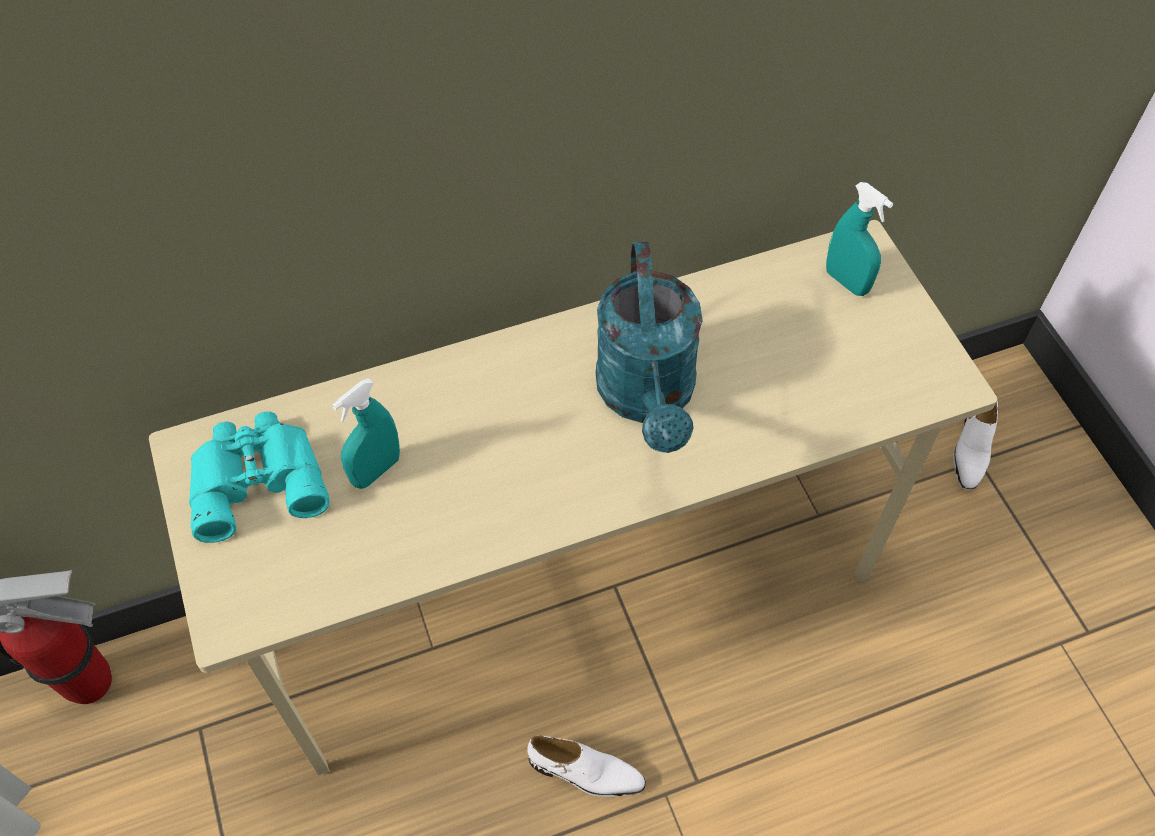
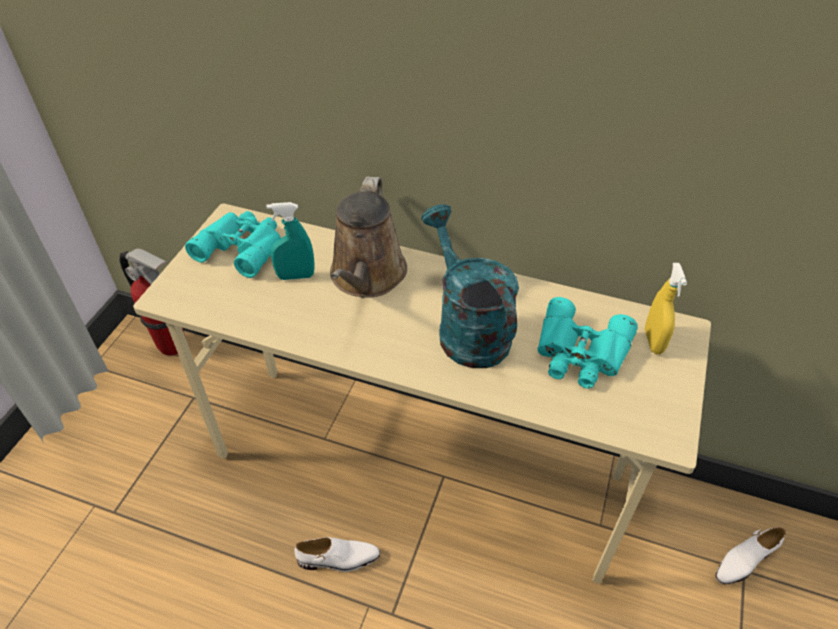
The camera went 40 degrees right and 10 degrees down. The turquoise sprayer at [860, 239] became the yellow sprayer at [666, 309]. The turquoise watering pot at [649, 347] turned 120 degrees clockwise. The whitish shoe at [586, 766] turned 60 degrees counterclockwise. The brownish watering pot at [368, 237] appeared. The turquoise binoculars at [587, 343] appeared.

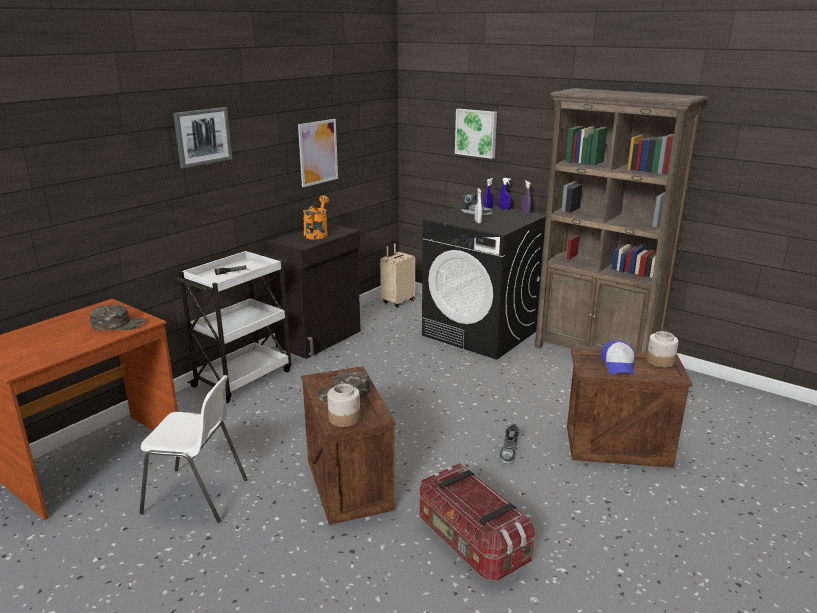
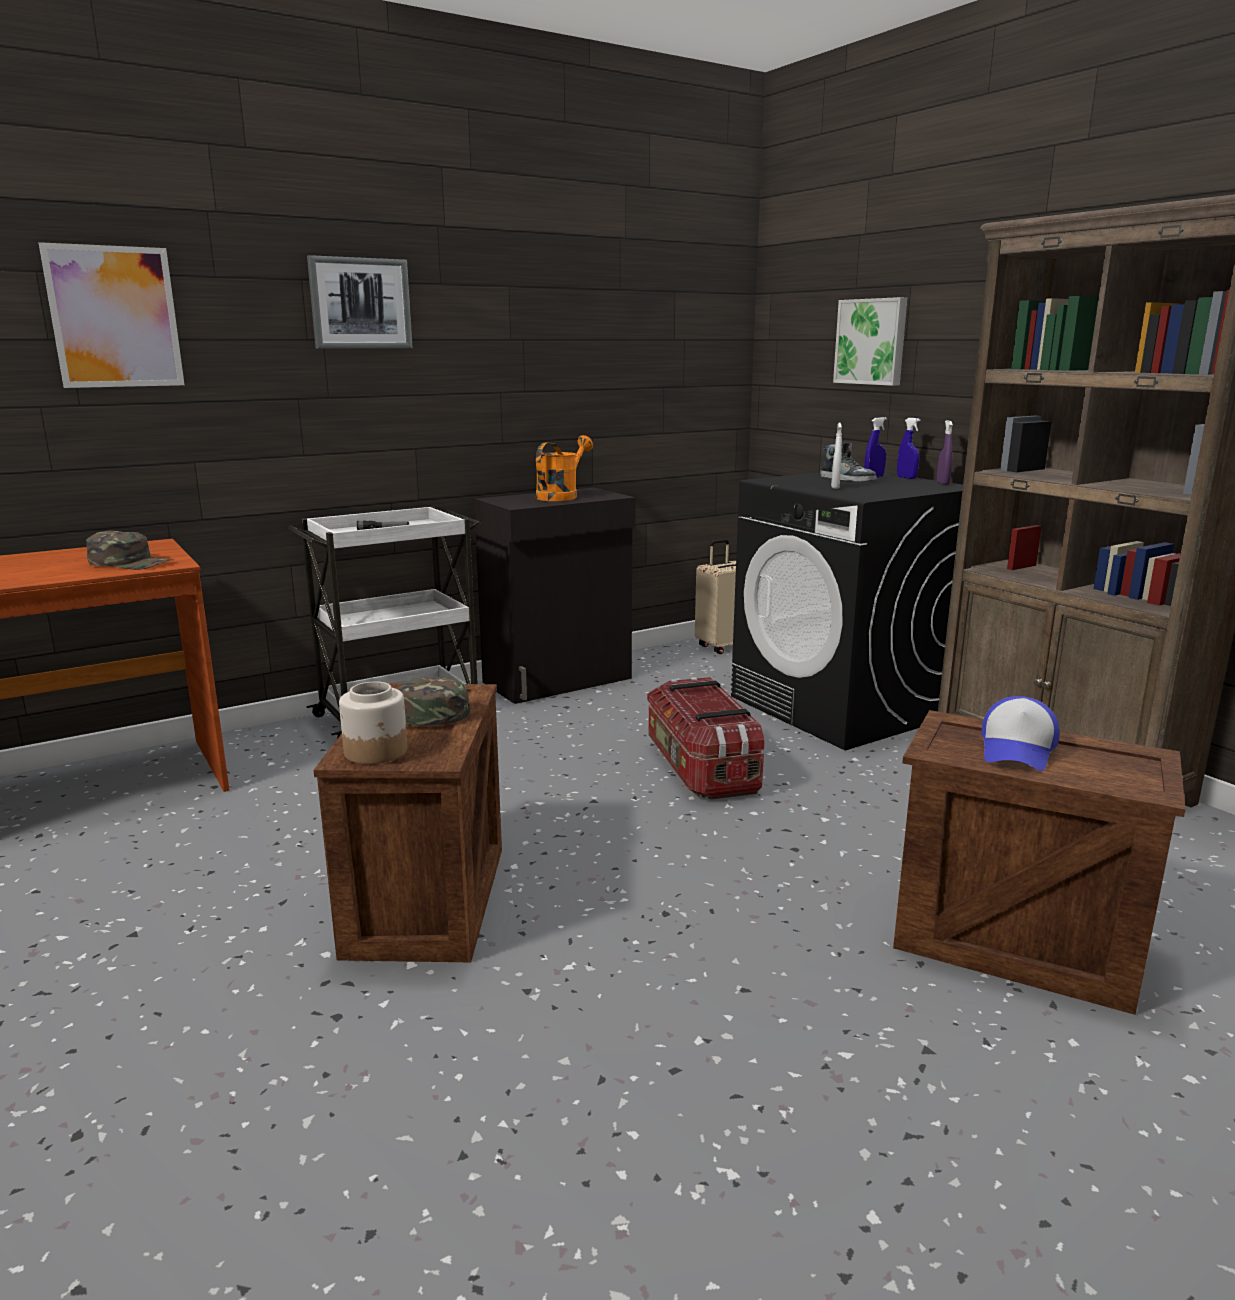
The camera went 20 degrees right and 5 degrees down. The wall art moved from [318, 153] to [112, 315]. The jar at [662, 349] disappeared. The whitish chair at [193, 449] disappeared. The shoe at [509, 444] disappeared. The storage container moved from [477, 522] to [706, 738].

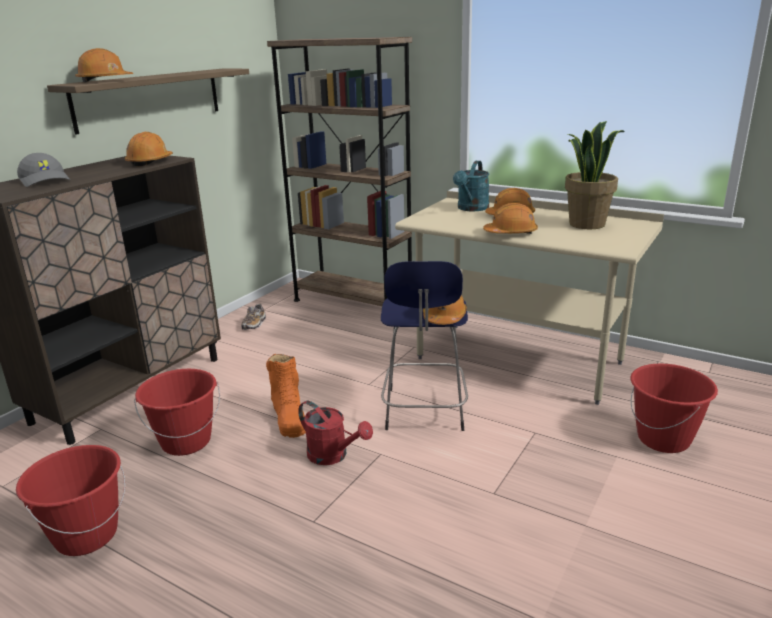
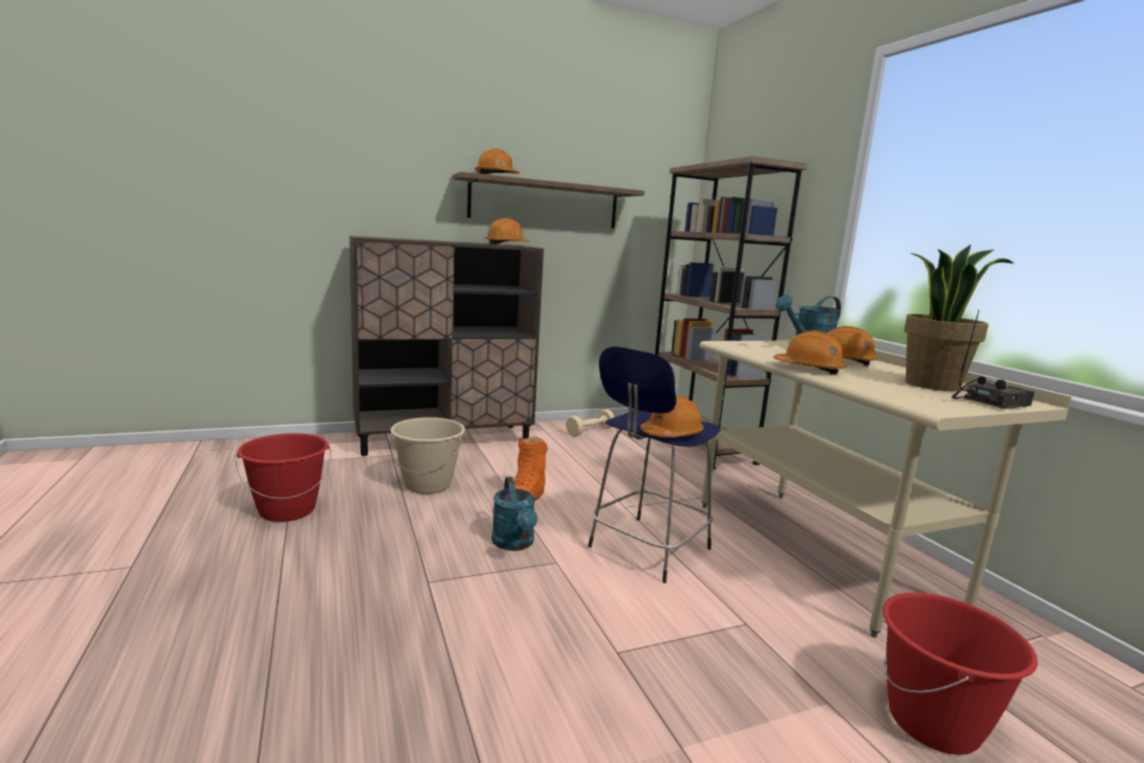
The camera went 35 degrees right and 10 degrees down. The greyish cap at [43, 170] disappeared. The shoe at [253, 316] was replaced by the sand-coloured hand weight at [590, 422]. The reddish pail at [177, 412] became the sand-coloured pail at [427, 455]. The reddish watering pot at [335, 433] became the turquoise watering pot at [515, 514]. The radio at [993, 359] appeared.

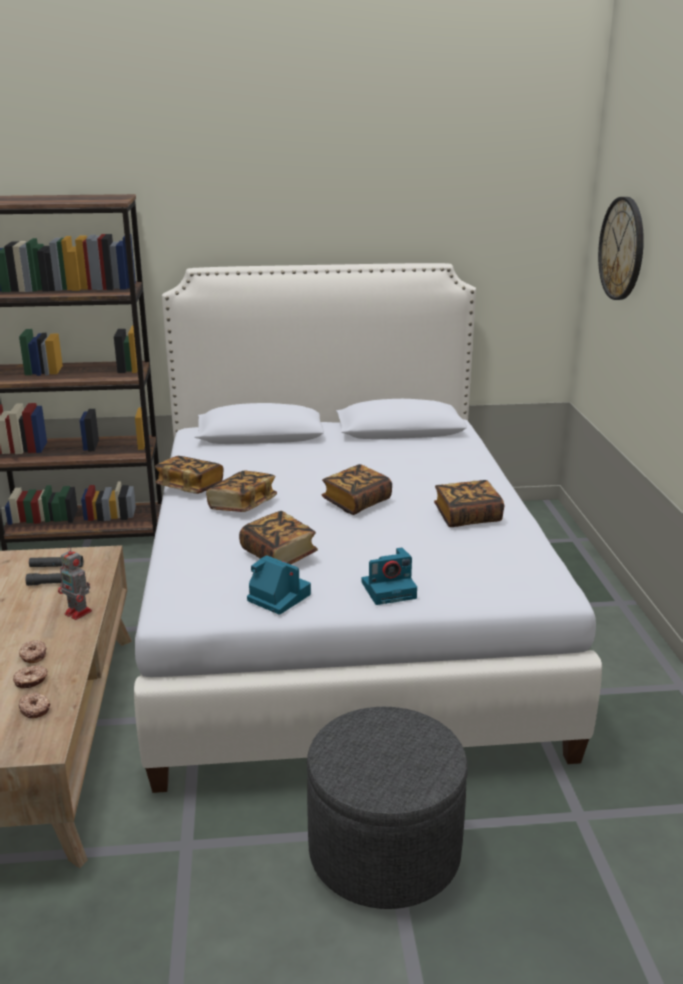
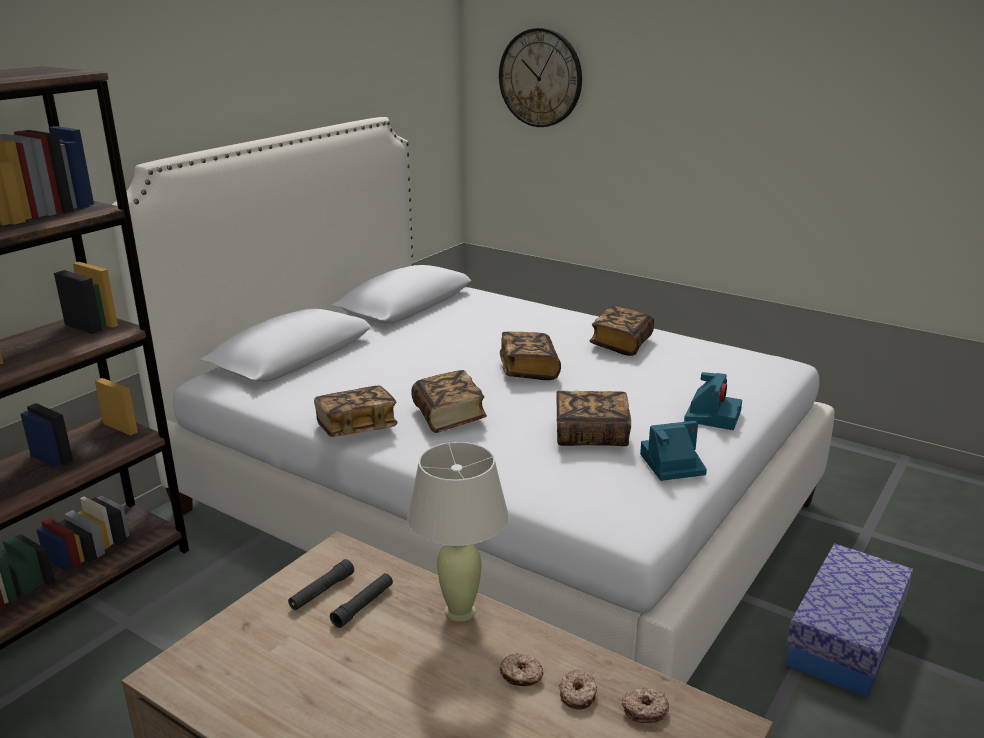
The camera went 50 degrees left and 0 degrees up. The toy robot at [75, 583] was replaced by the sand-coloured lamp for a table at [458, 532]. The greyish ottoman at [387, 808] was replaced by the storage container at [849, 620].

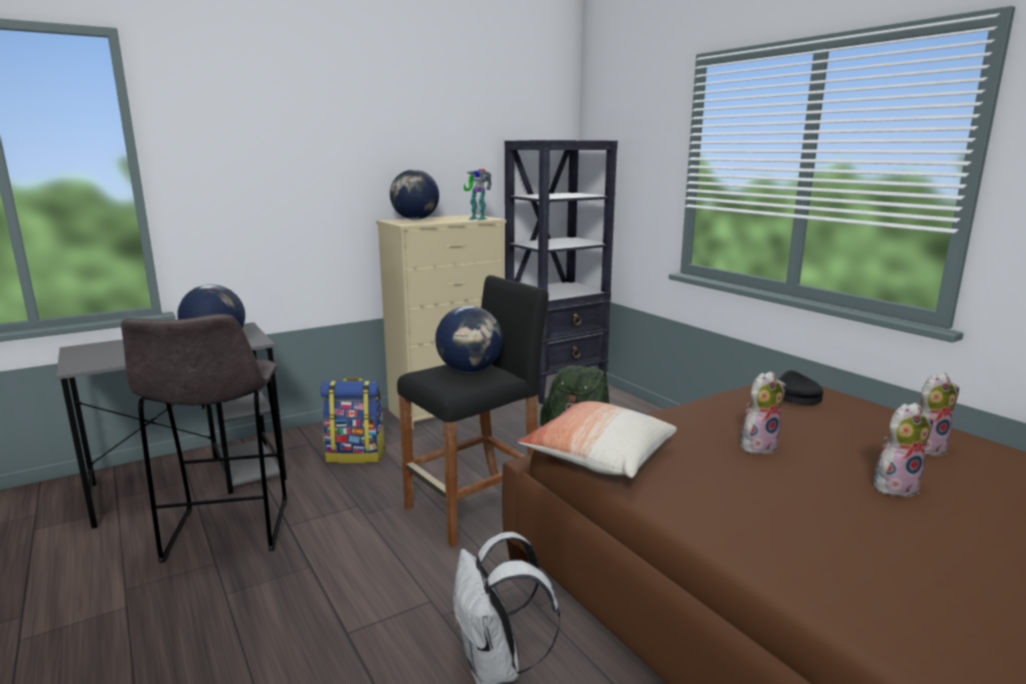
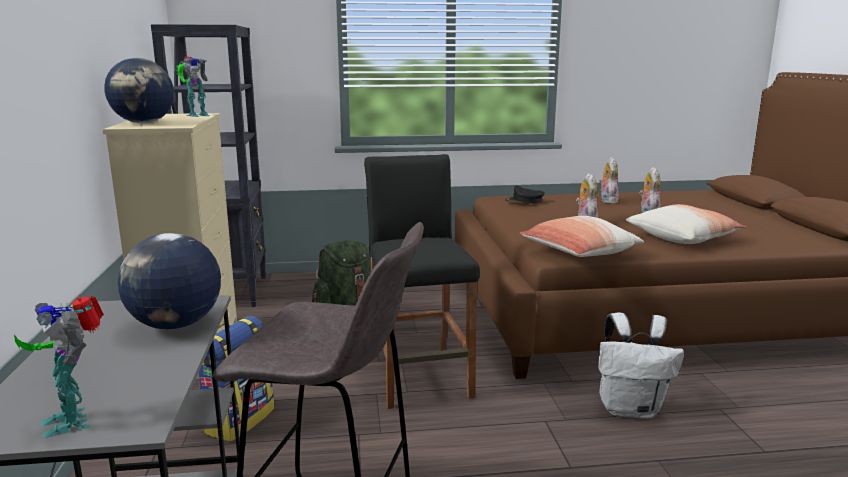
The camera went 65 degrees left and 0 degrees up. The world globe at [469, 339] disappeared. The pillow at [686, 224] appeared. The toy robot at [59, 367] appeared.

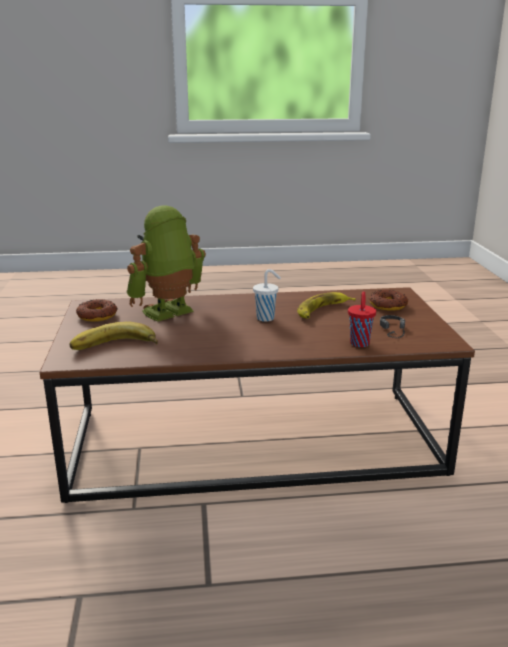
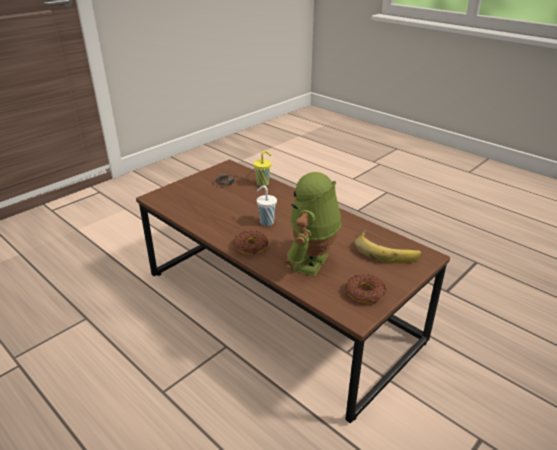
The camera went 130 degrees left and 10 degrees up. The toy robot at [166, 263] turned 105 degrees clockwise. The donut moved from [388, 300] to [251, 242]. The reddish cup at [362, 319] became the yellow cup at [262, 168]. The banana fruit at [326, 305] disappeared.

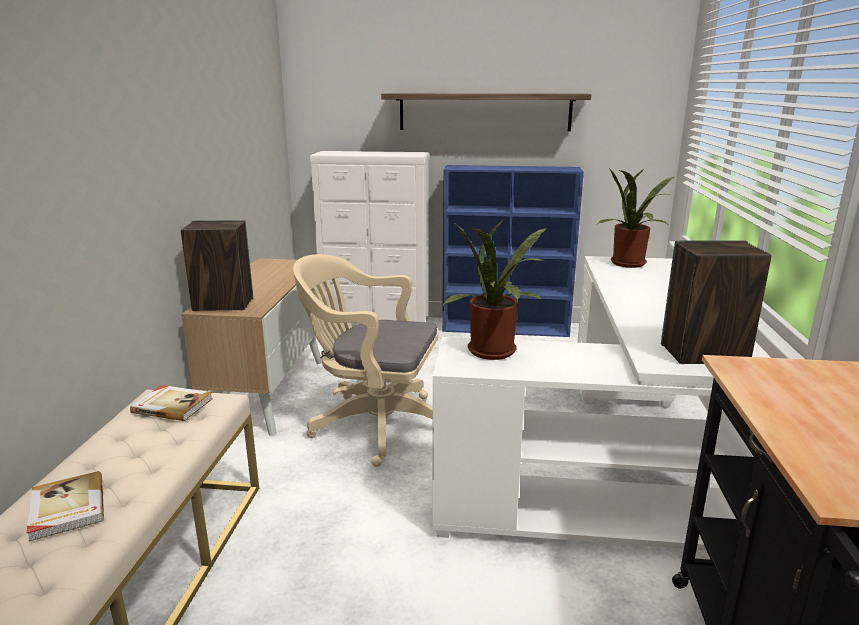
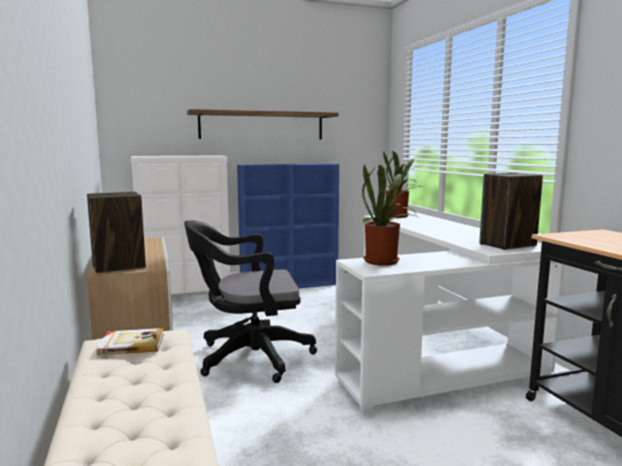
The camera went 25 degrees left and 10 degrees down. The sand-coloured computer chair at [365, 360] became the blackish computer chair at [250, 301]. The book at [65, 506] disappeared.

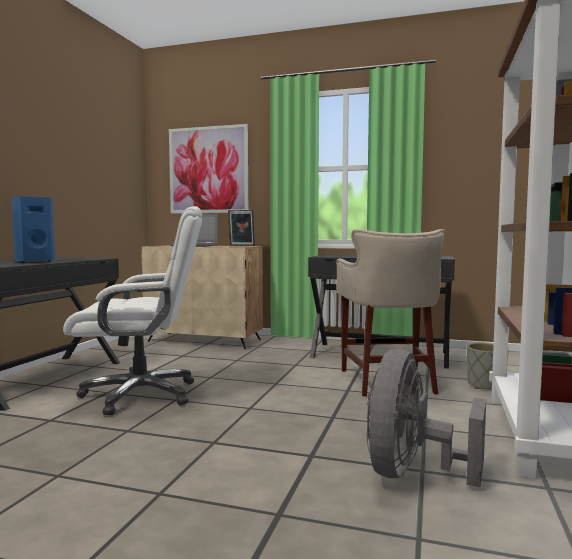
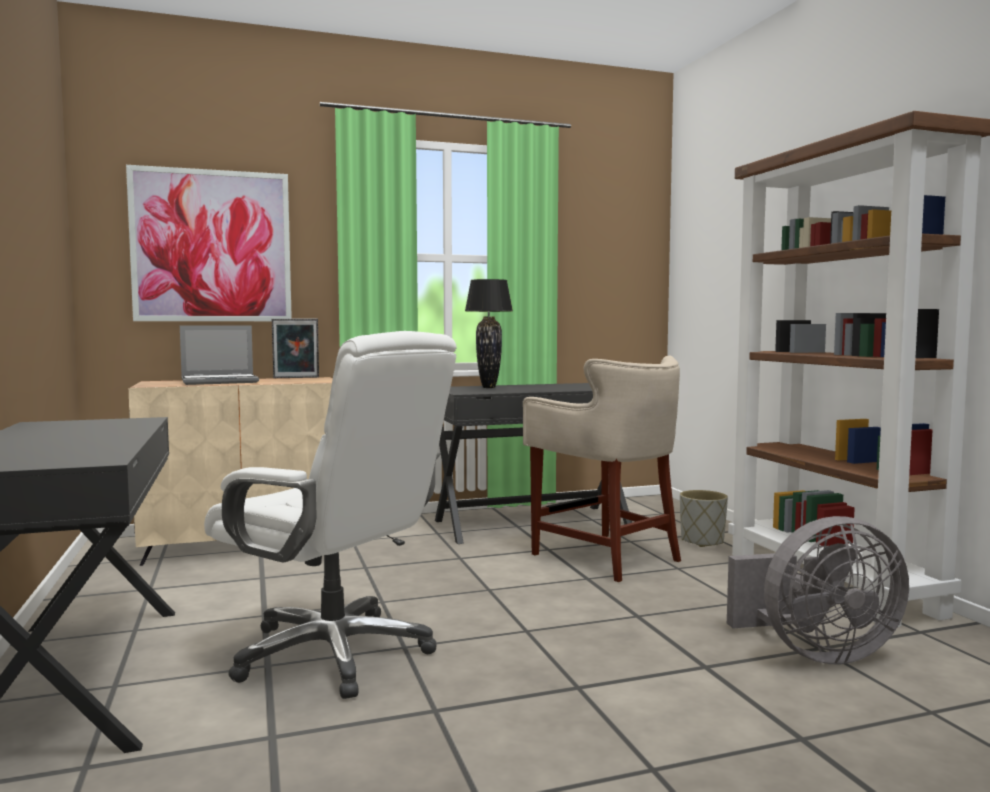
The camera went 35 degrees left and 0 degrees up. The bluish speaker at [33, 229] disappeared. The whitish computer chair at [132, 310] turned 75 degrees clockwise. The greyish cooling fan at [426, 418] turned 90 degrees counterclockwise. The blackish lamp for a table at [489, 333] appeared.

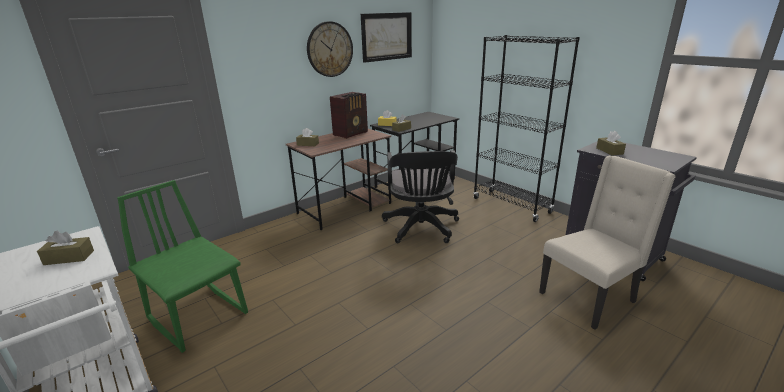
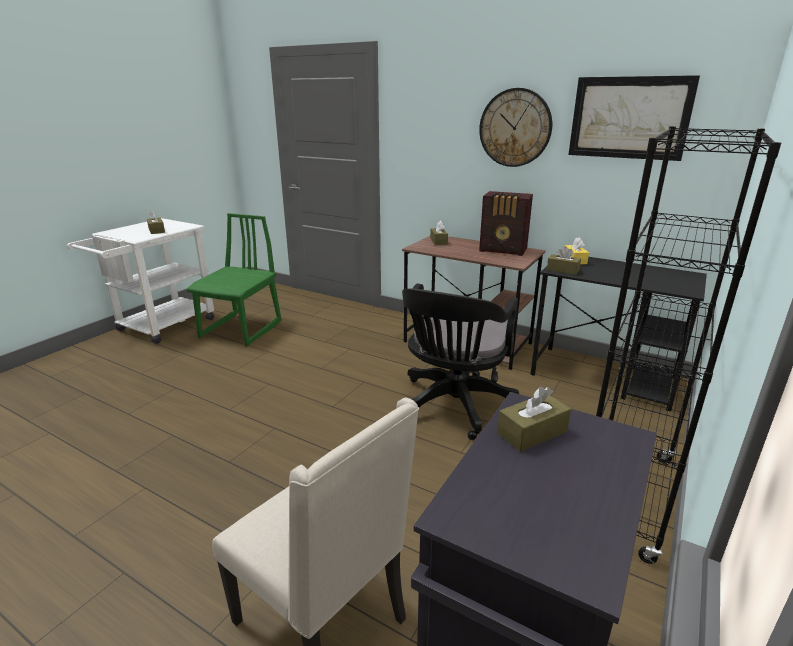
The camera went 70 degrees right and 0 degrees up. The blackish computer chair at [420, 196] turned 45 degrees counterclockwise.

